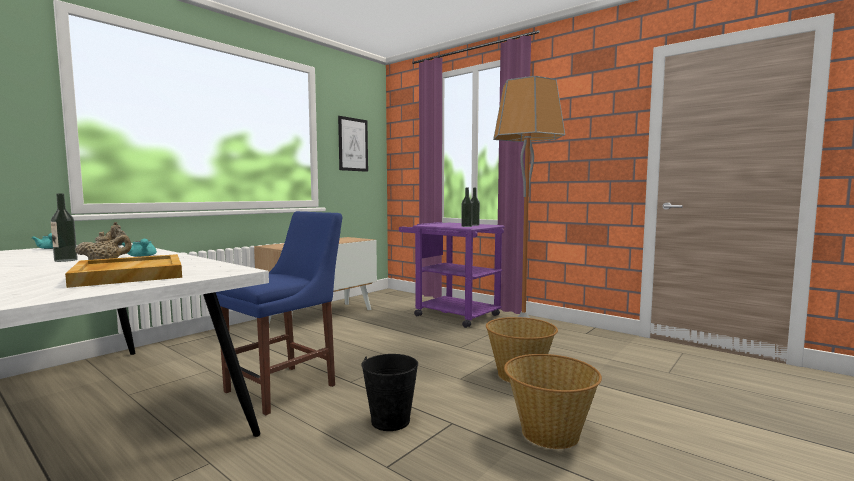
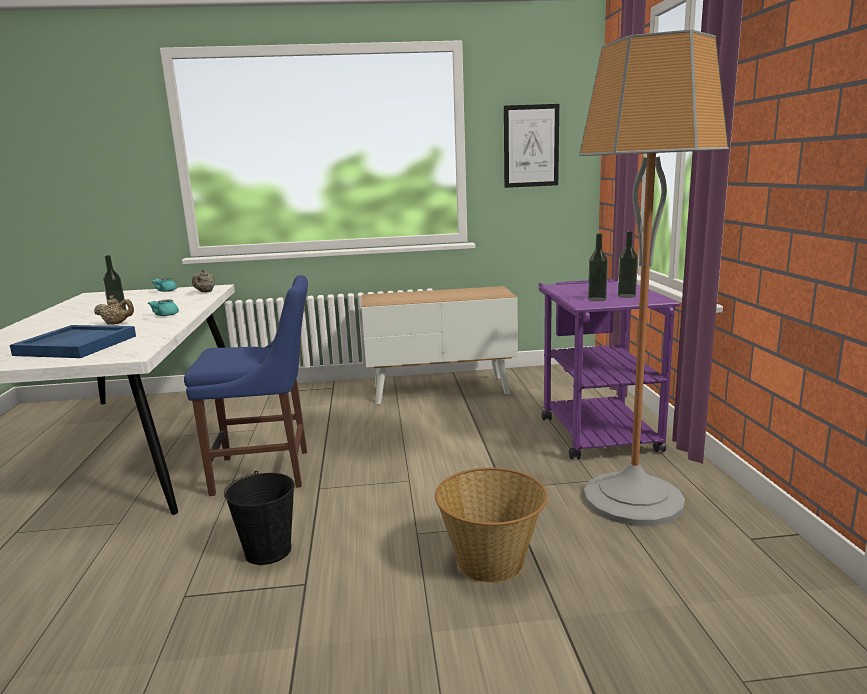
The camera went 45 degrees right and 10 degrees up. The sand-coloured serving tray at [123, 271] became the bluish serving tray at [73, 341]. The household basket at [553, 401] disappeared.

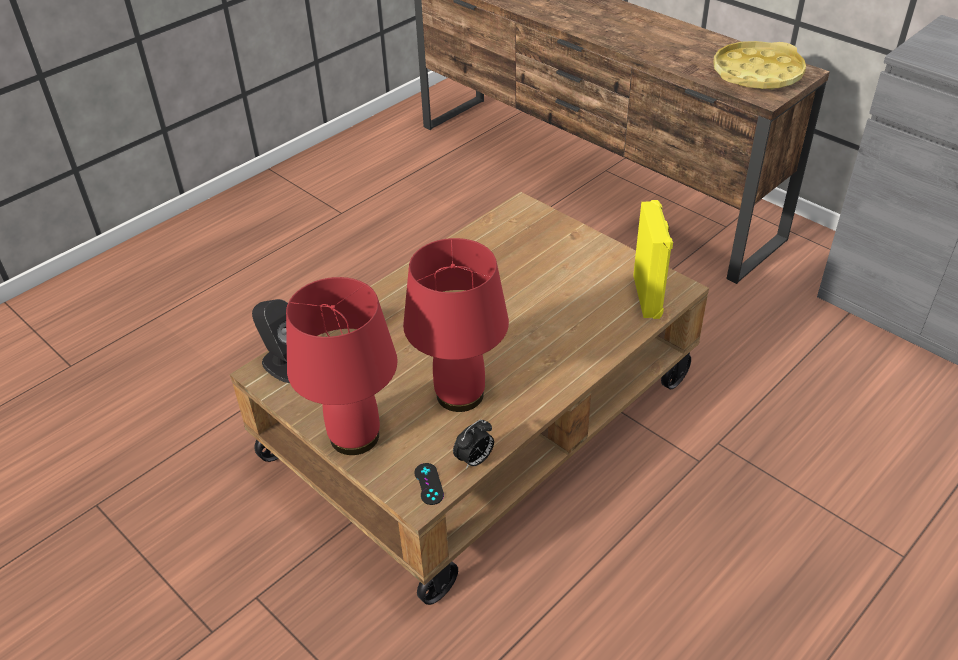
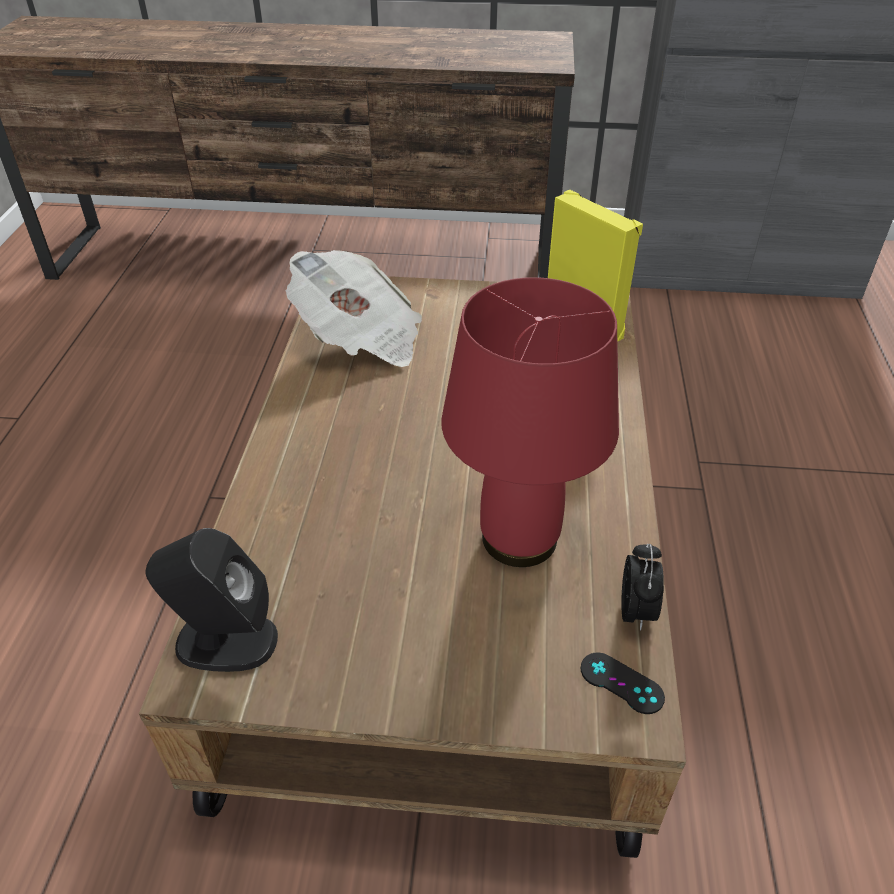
The camera went 40 degrees left and 0 degrees up. The yellow serving tray at [759, 65] disappeared. The reddish lamp for a table at [342, 366] disappeared. The newspaper at [354, 308] appeared.

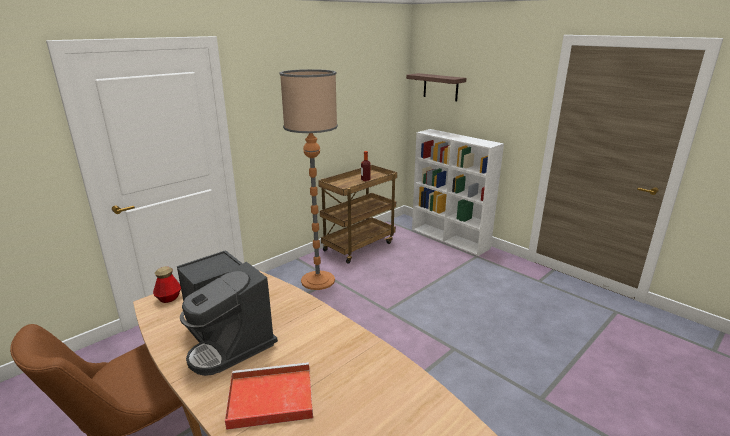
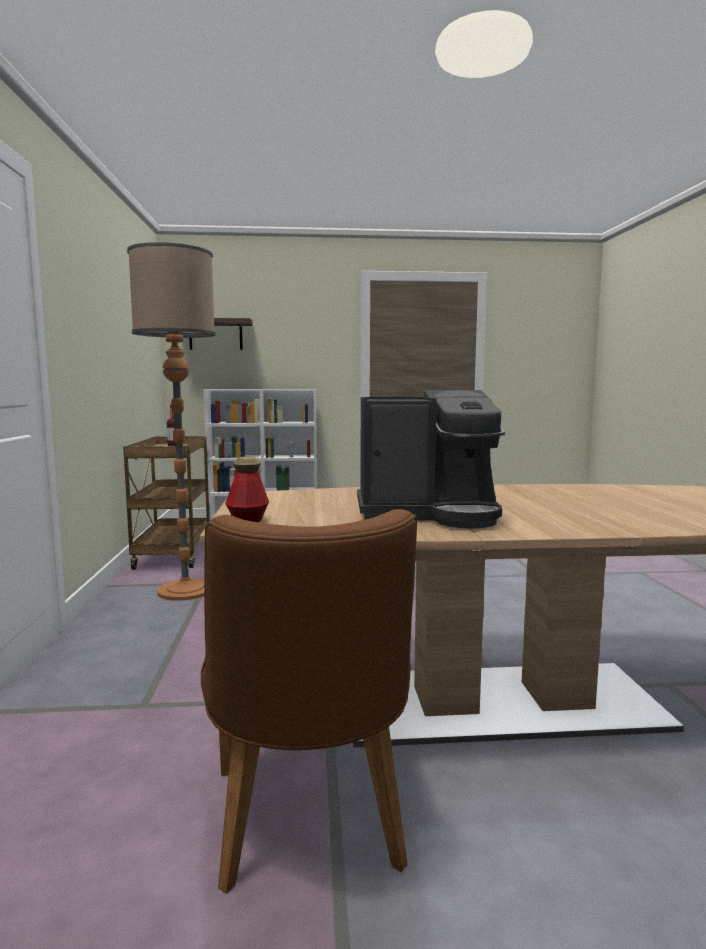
The camera went 50 degrees left and 15 degrees down. The reddish serving tray at [269, 396] disappeared.

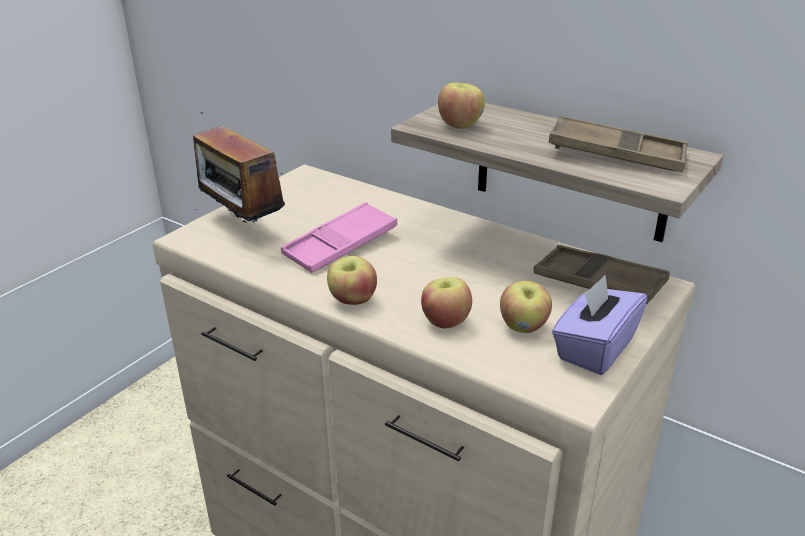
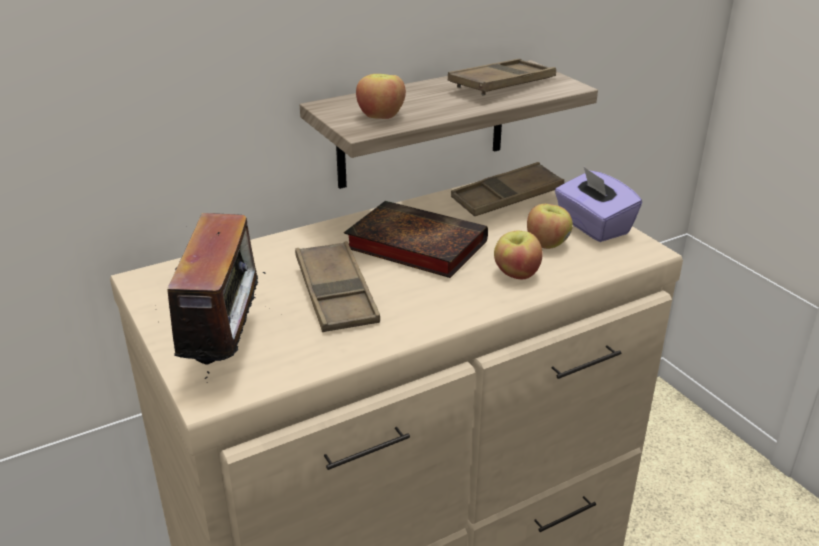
The camera went 65 degrees left and 0 degrees up. The radio at [239, 167] turned 75 degrees counterclockwise. The pinkish serving tray at [339, 237] became the brownish serving tray at [337, 286]. The apple fruit at [352, 280] disappeared. The book at [416, 239] appeared.

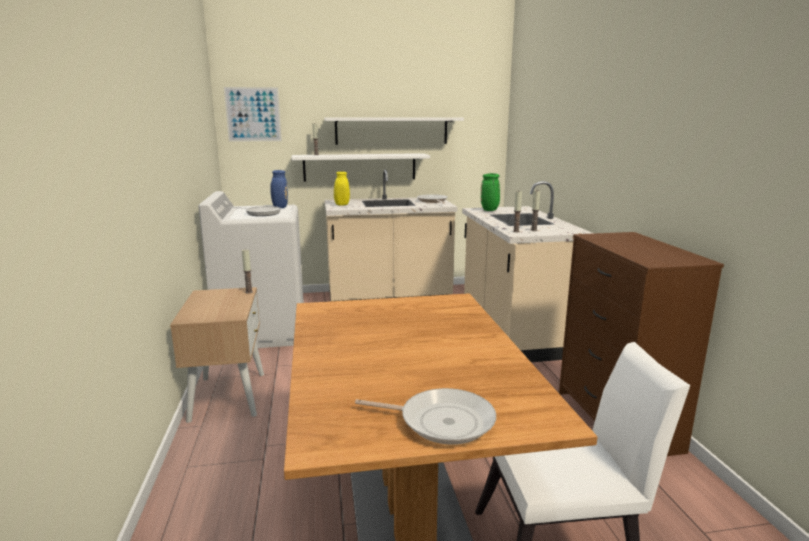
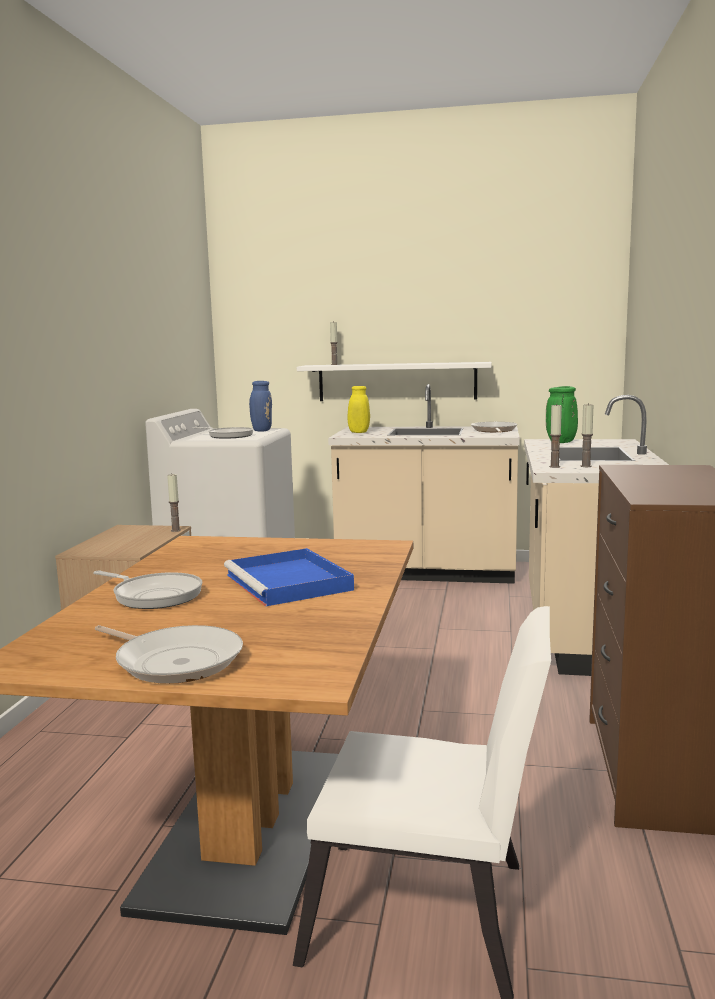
The camera went 20 degrees right and 5 degrees down. The wall art at [253, 114] disappeared. The whitish shelf at [394, 131] disappeared. The bluish serving tray at [289, 577] appeared. The skillet at [147, 590] appeared.

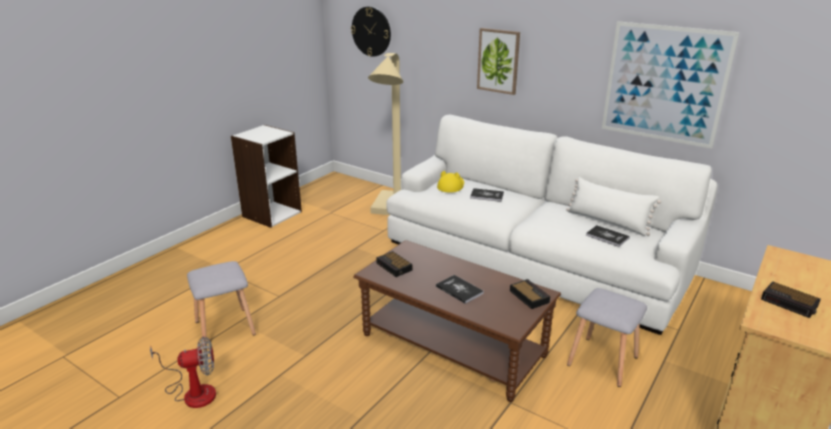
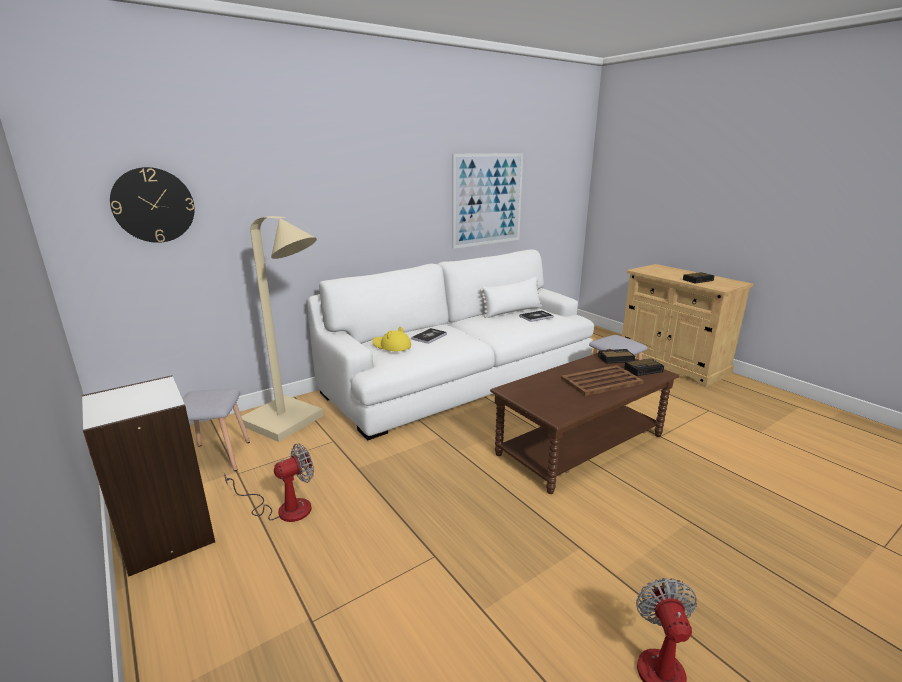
The camera went 70 degrees left and 5 degrees down. The wall art at [498, 61] disappeared. The bedside clock moved from [394, 264] to [644, 367]. The greyish stool seat moved from [221, 305] to [216, 430]. The book at [460, 289] was replaced by the brownish serving tray at [602, 380]. The cooling fan at [269, 483] appeared.

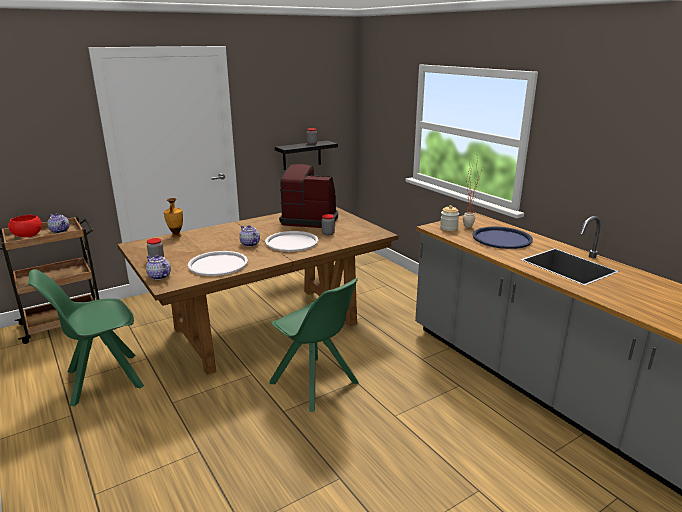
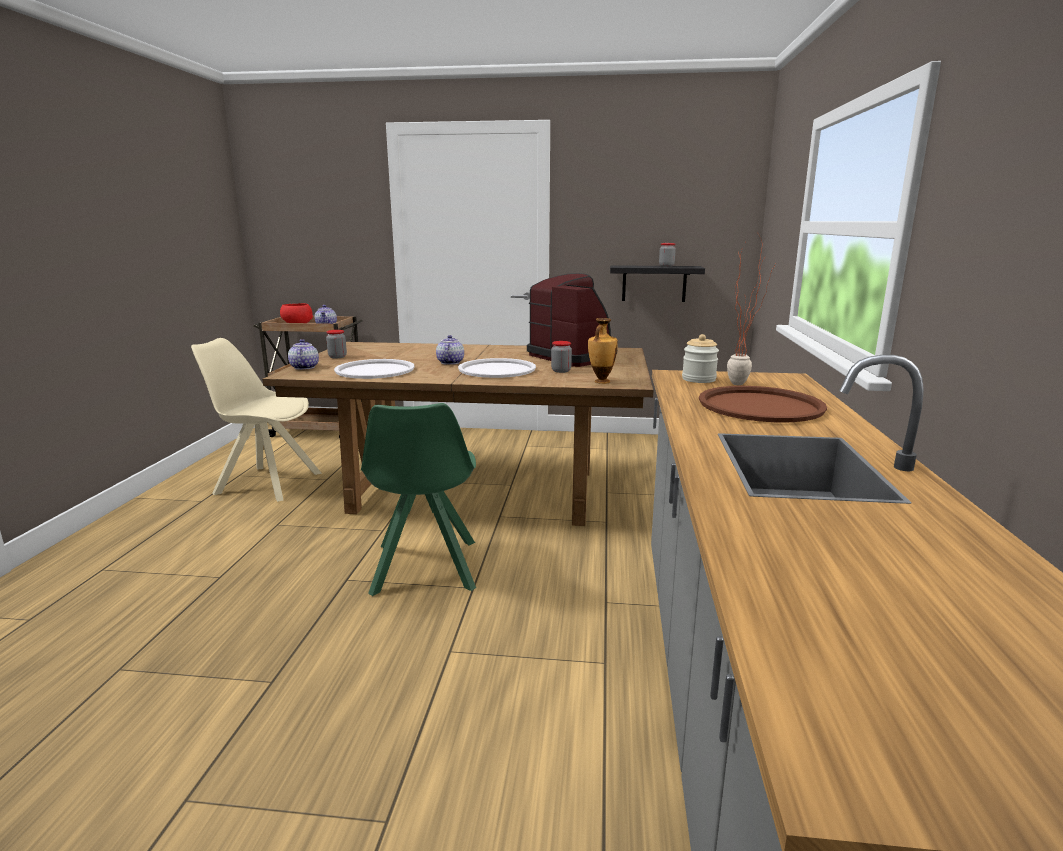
The camera went 40 degrees right and 5 degrees down. The decorative vase moved from [173, 218] to [603, 351]. The bluish serving tray at [502, 238] became the brownish serving tray at [763, 404]. The greenish chair at [86, 337] became the sand-coloured chair at [256, 420].

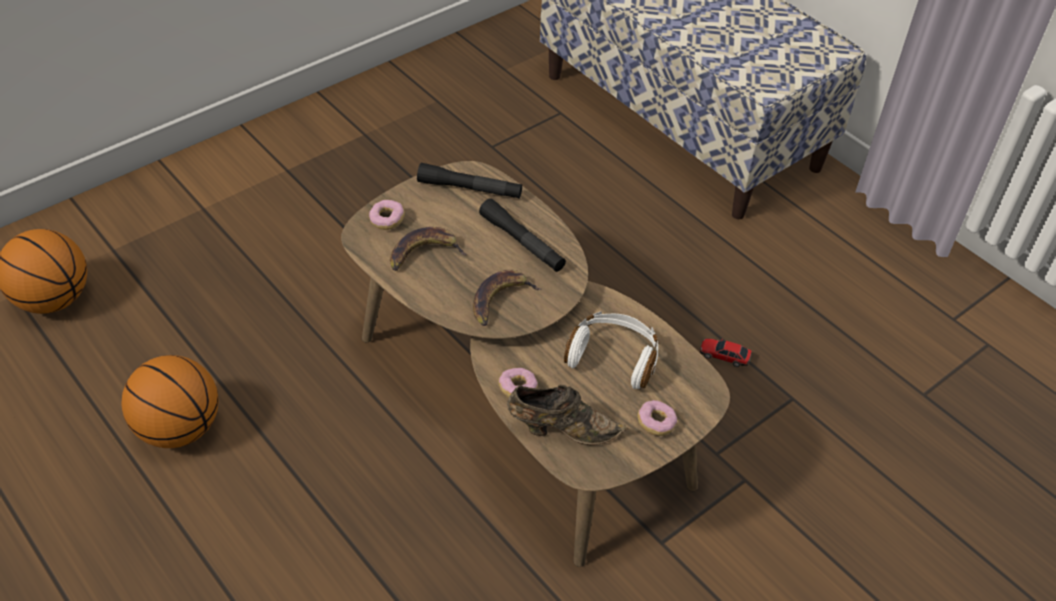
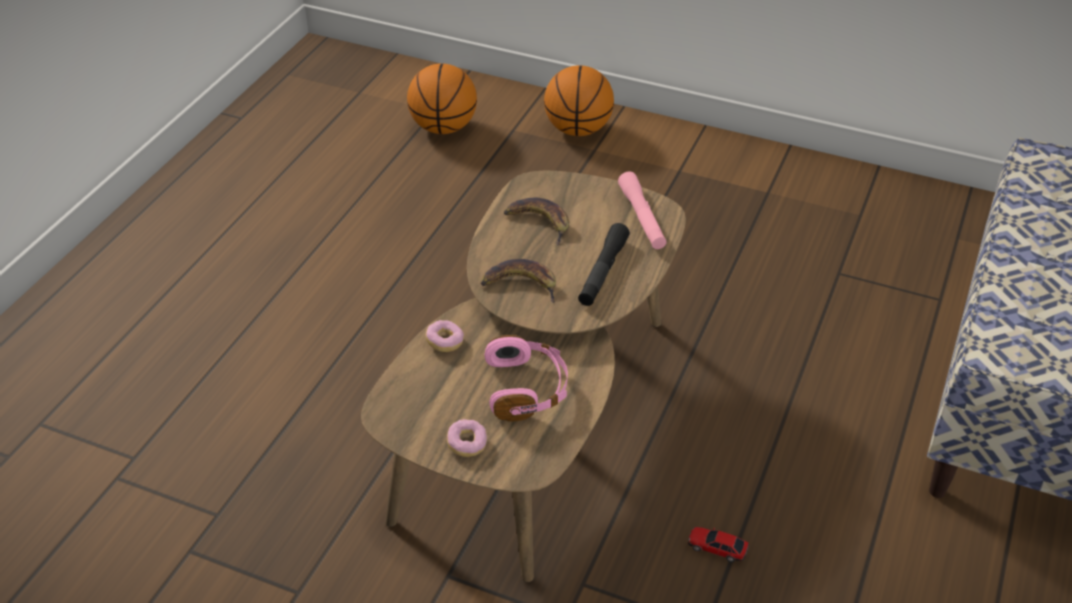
The camera went 65 degrees right and 5 degrees down. The blackish torch at [469, 181] became the pinkish torch at [642, 210]. The donut at [387, 215] disappeared. The whitish headset at [611, 350] became the pinkish headset at [526, 378]. The miniature car at [726, 352] turned 60 degrees counterclockwise. The ball for basketball moved from [170, 401] to [579, 100]. The brownish shoe at [567, 414] disappeared.

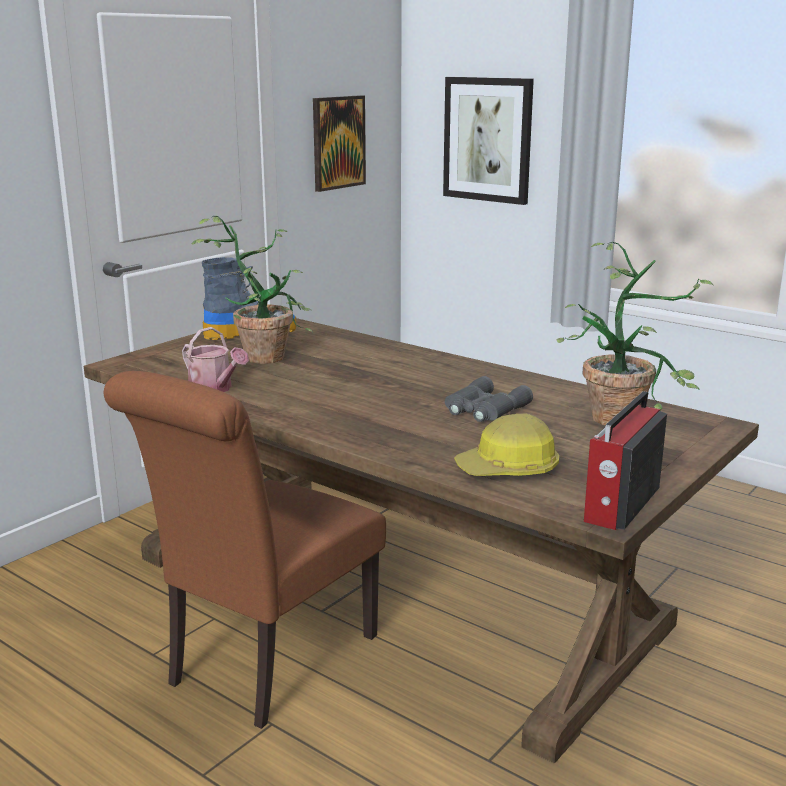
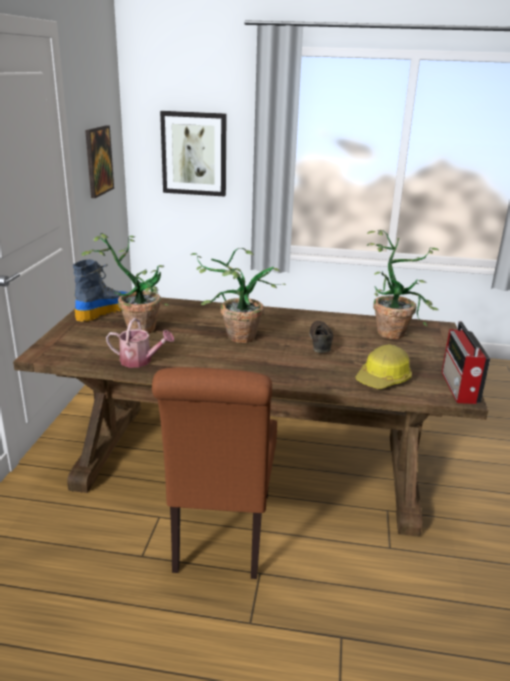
The camera went 30 degrees left and 5 degrees up. The greyish binoculars at [489, 399] was replaced by the brownish shoe at [321, 337]. The houseplant at [238, 295] appeared.

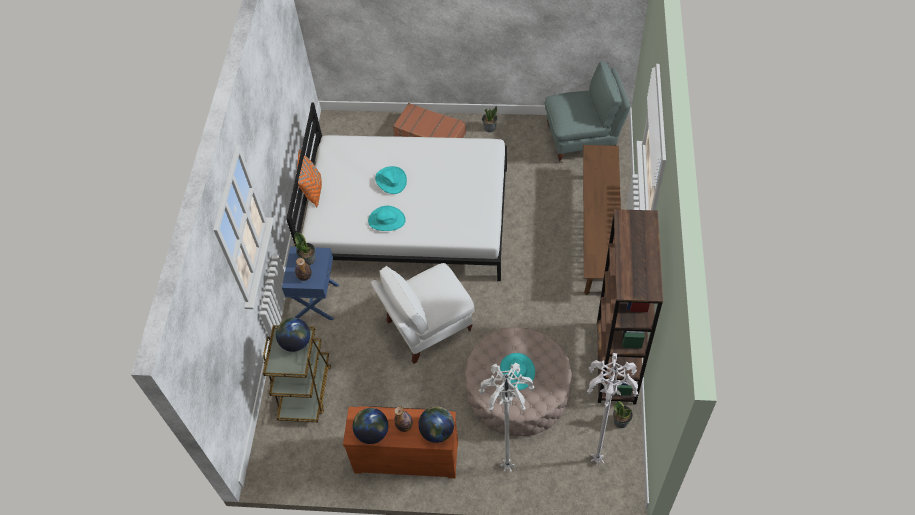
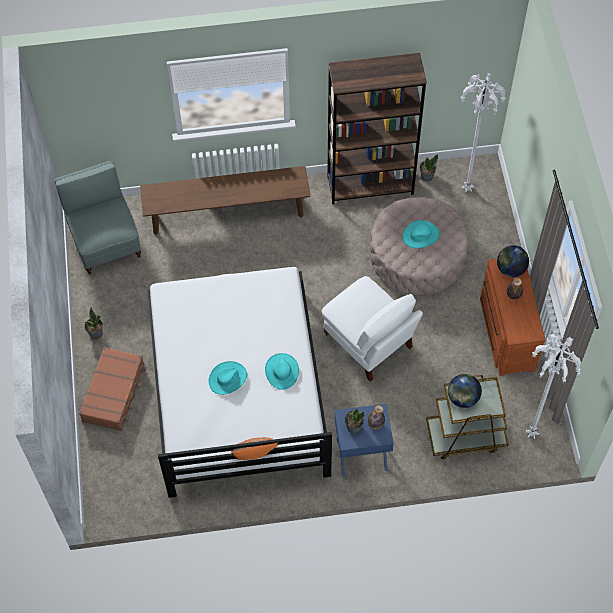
The camera went 105 degrees left and 5 degrees up. The whitish standing lamp moved from [507, 417] to [553, 386]. The world globe at [370, 426] disappeared.

